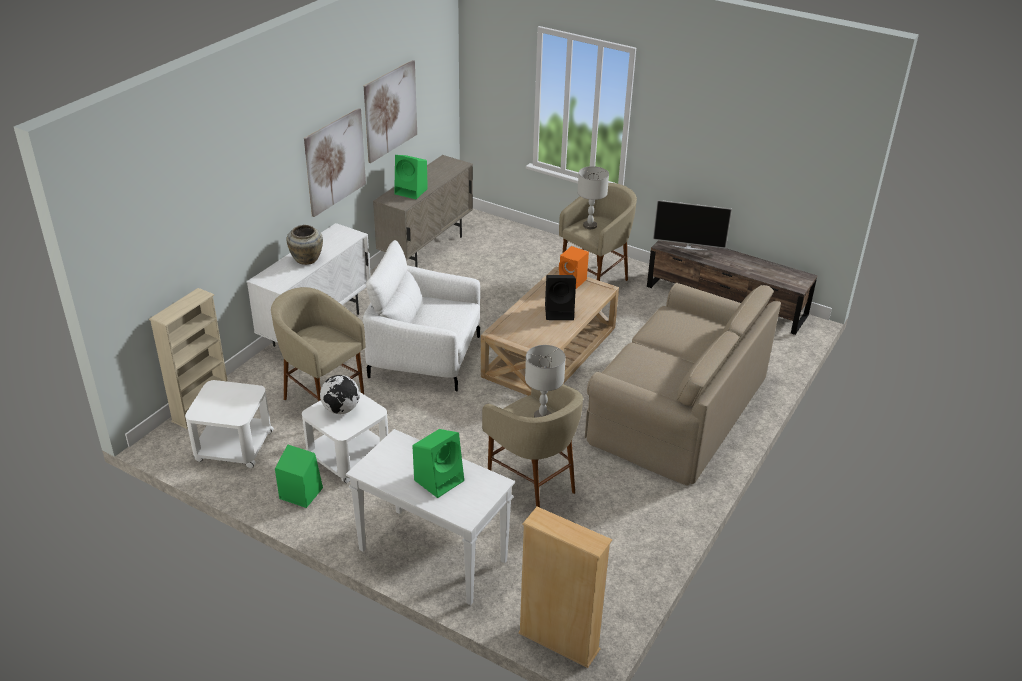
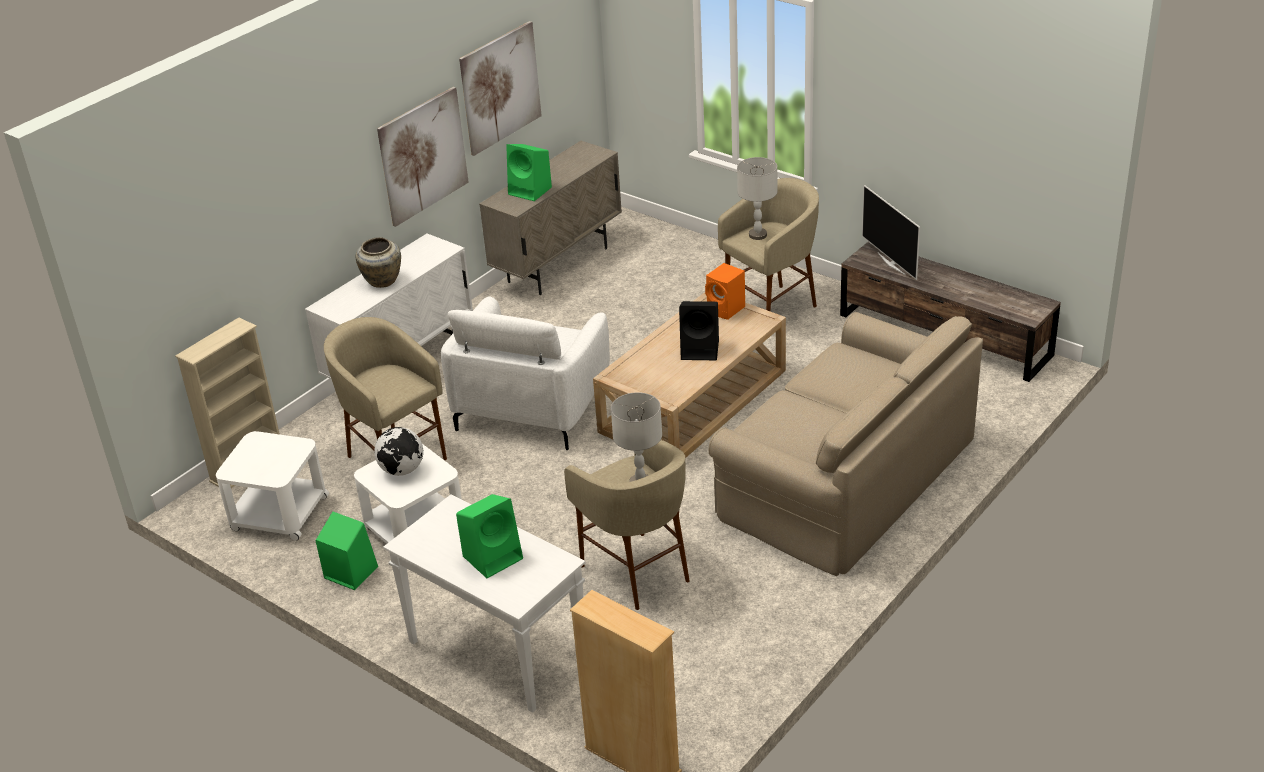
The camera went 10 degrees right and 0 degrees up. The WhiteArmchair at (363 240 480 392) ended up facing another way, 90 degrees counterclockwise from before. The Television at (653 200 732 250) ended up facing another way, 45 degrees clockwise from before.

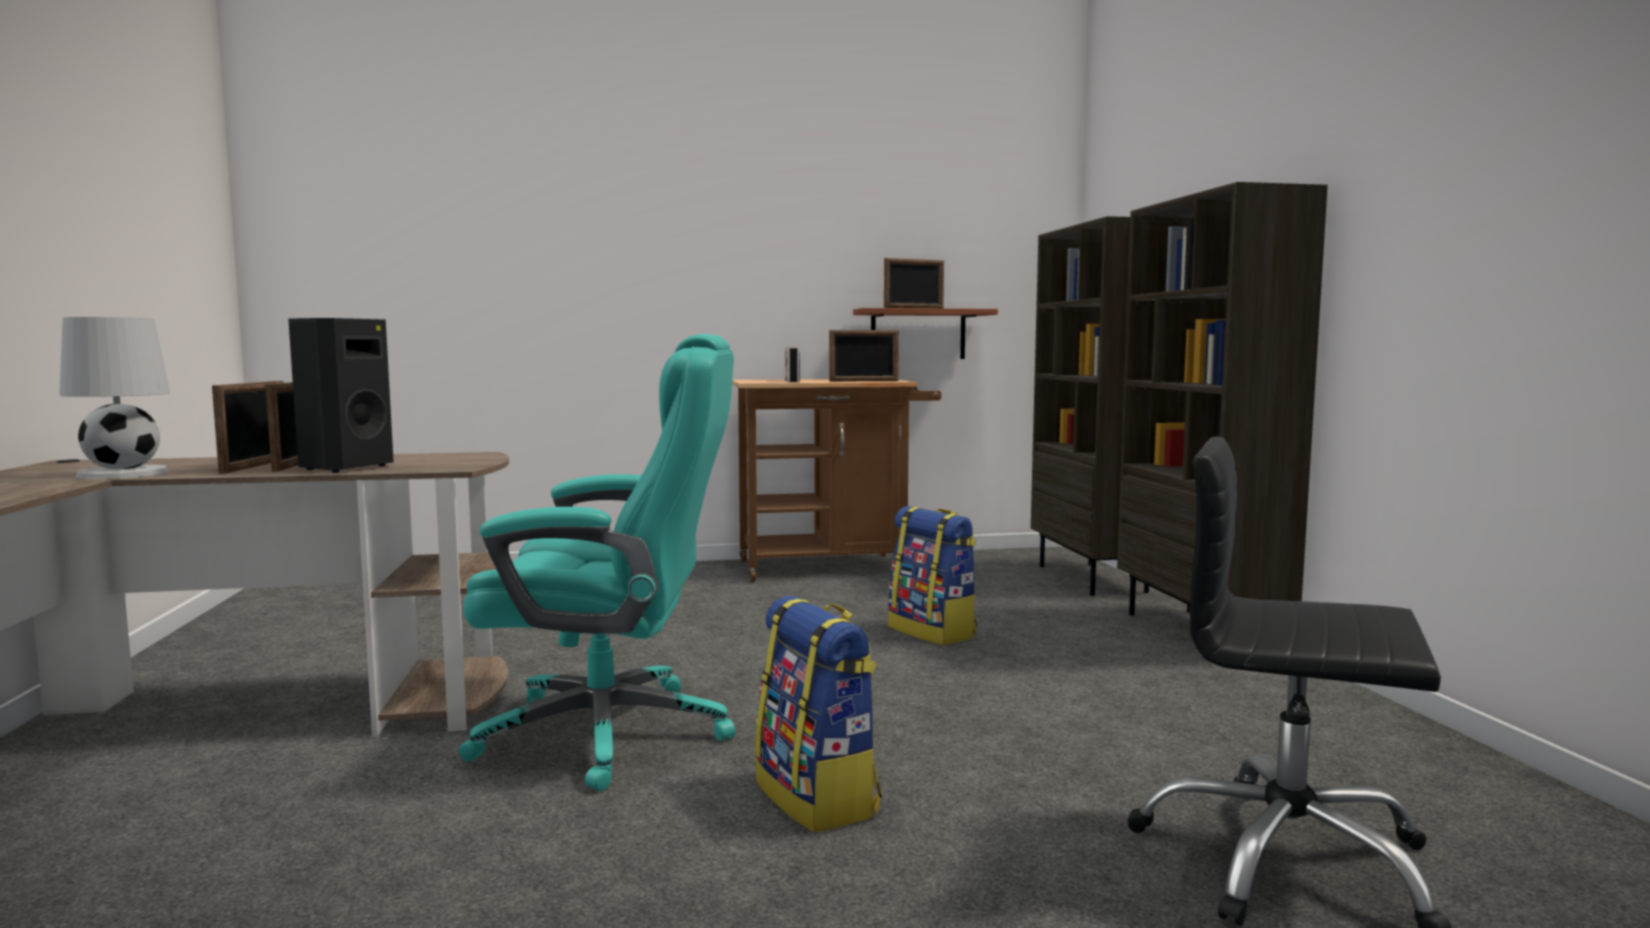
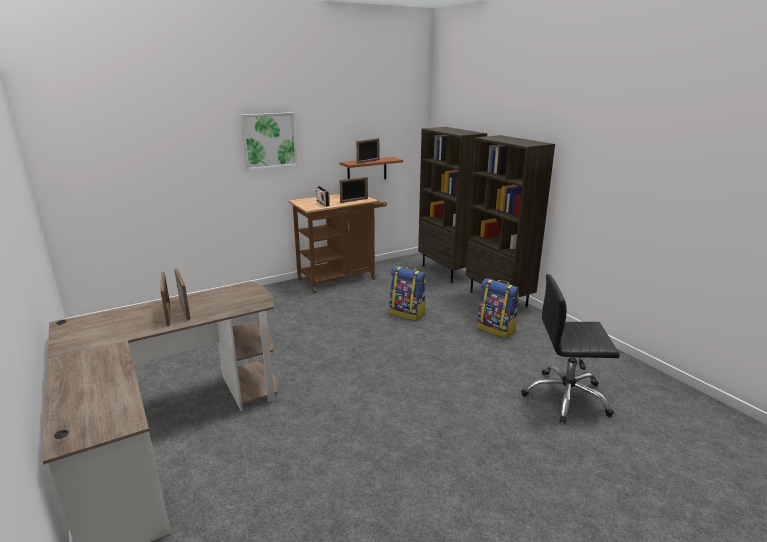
The camera went 20 degrees left and 15 degrees up. The second view gained the Picture at (241 112 297 170). The Backpack ended up elsewhere, having gone from (755 596 882 833) to (477 278 519 338). The second view lost the WhiteTableLamp at (59 317 170 479). The second view lost the BlackSpeaker at (288 318 394 473). The second view lost the TurquoiseOfficeChair at (458 334 735 791).

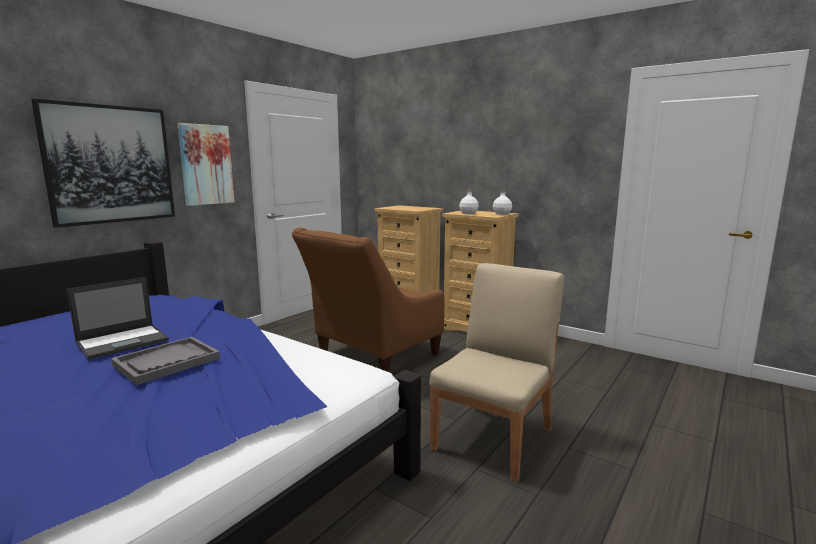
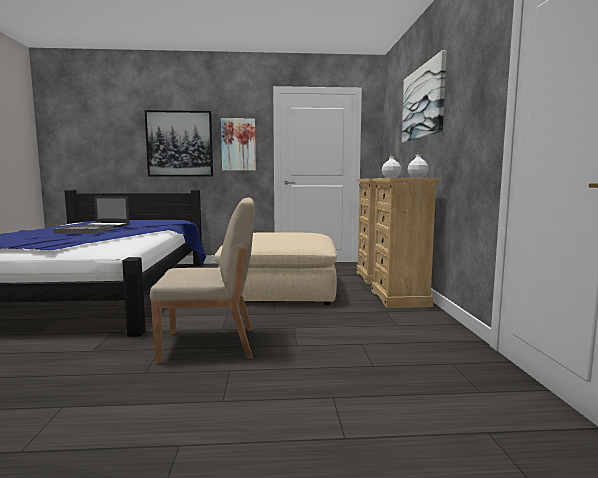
The camera went 50 degrees right and 5 degrees down. Where the BrownArmchair stood at (292 228 444 372), the BeigeOttoman came to stand at (214 232 337 305). The second view gained the Picture at (402 50 447 143).

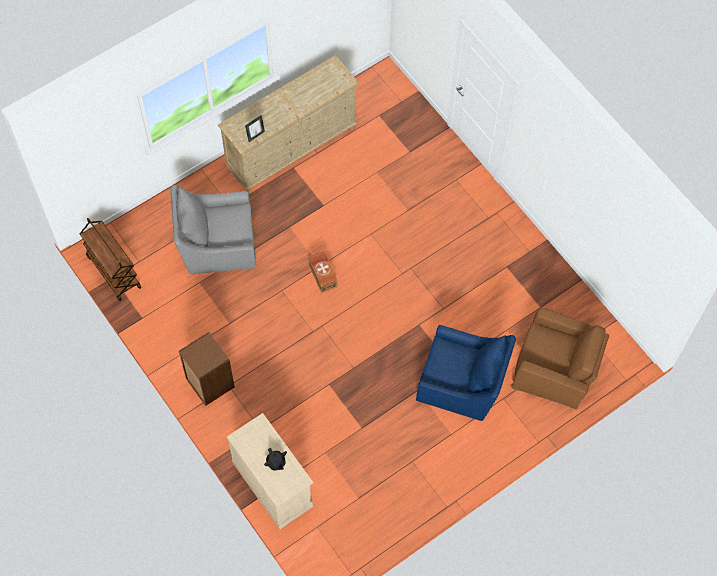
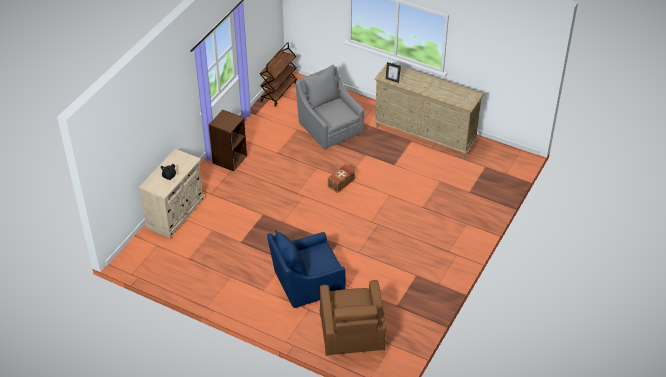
The camera went 65 degrees right and 20 degrees down. The BlueArmchair at (416 325 516 421) ended up facing another way, 75 degrees clockwise from before.

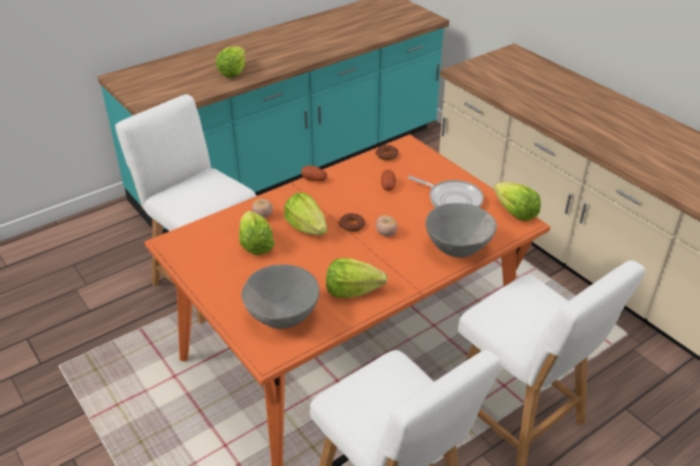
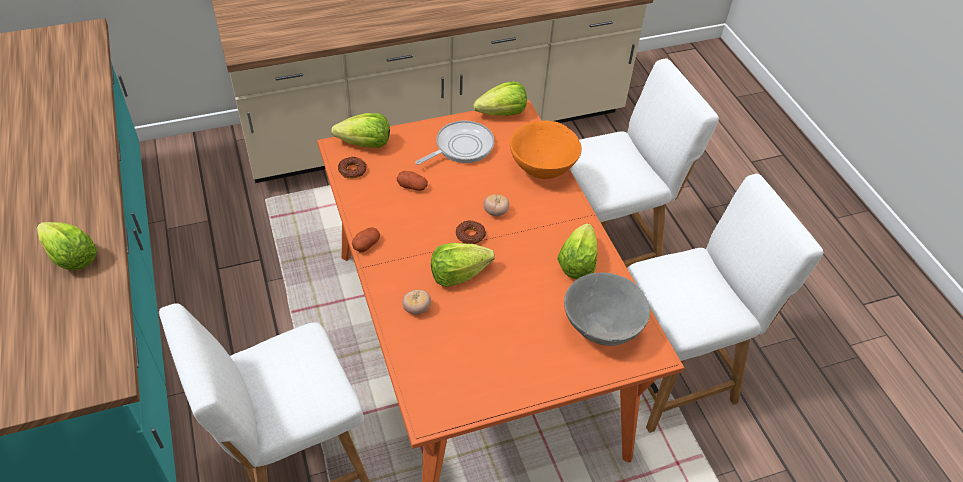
The camera went 75 degrees left and 10 degrees up. The Lettuce ended up elsewhere, having gone from (239 211 274 255) to (331 113 390 148). What was the GreyBowl at (425 203 497 258) turned into the OrangeBowl at (510 121 582 179).

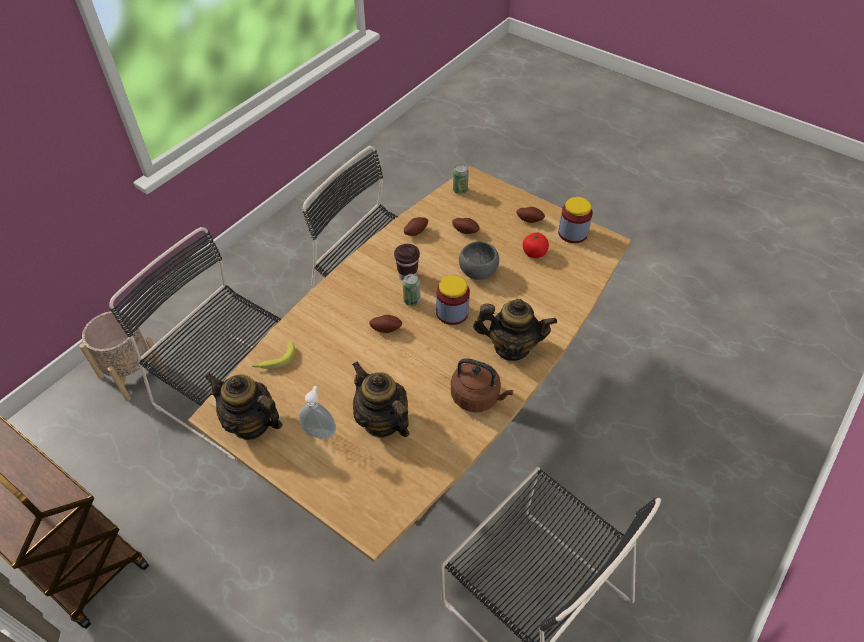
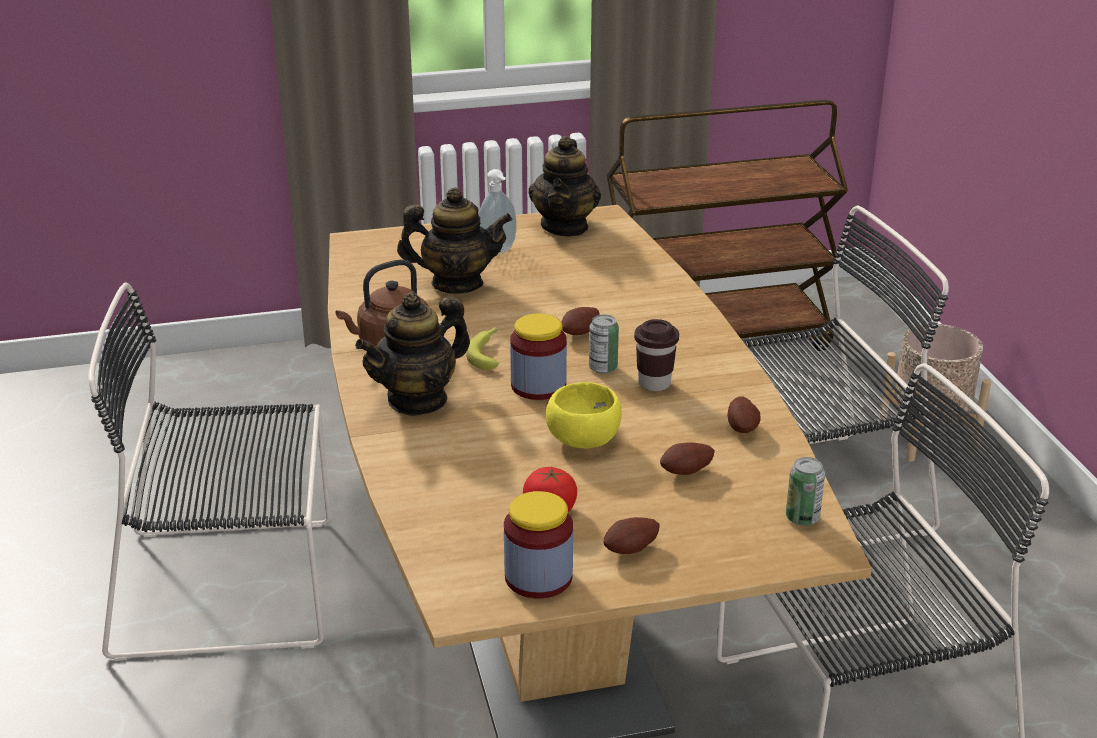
The camera went 130 degrees right and 20 degrees down. The Banana ended up elsewhere, having gone from (252 342 296 369) to (466 327 499 370). The Teapot at (205 373 283 440) ended up facing another way, 120 degrees clockwise from before. What was the GreyBowl at (459 241 499 280) turned into the YellowBowl at (546 382 622 449).

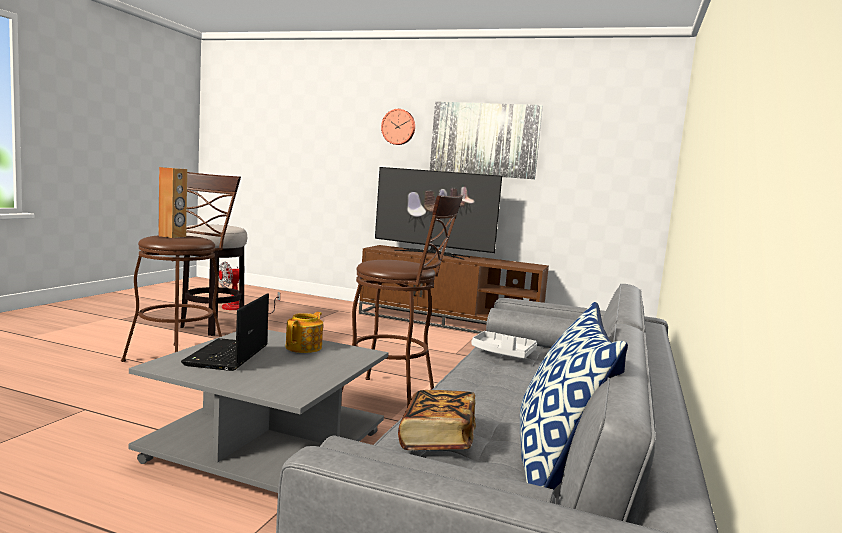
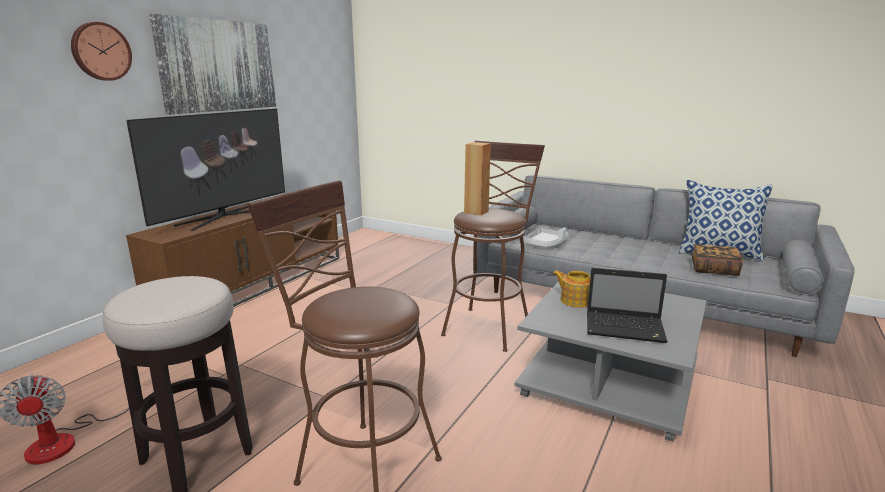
The camera went 80 degrees left and 10 degrees up. The BrownSpeaker ended up elsewhere, having gone from (158 167 187 238) to (464 142 491 216).

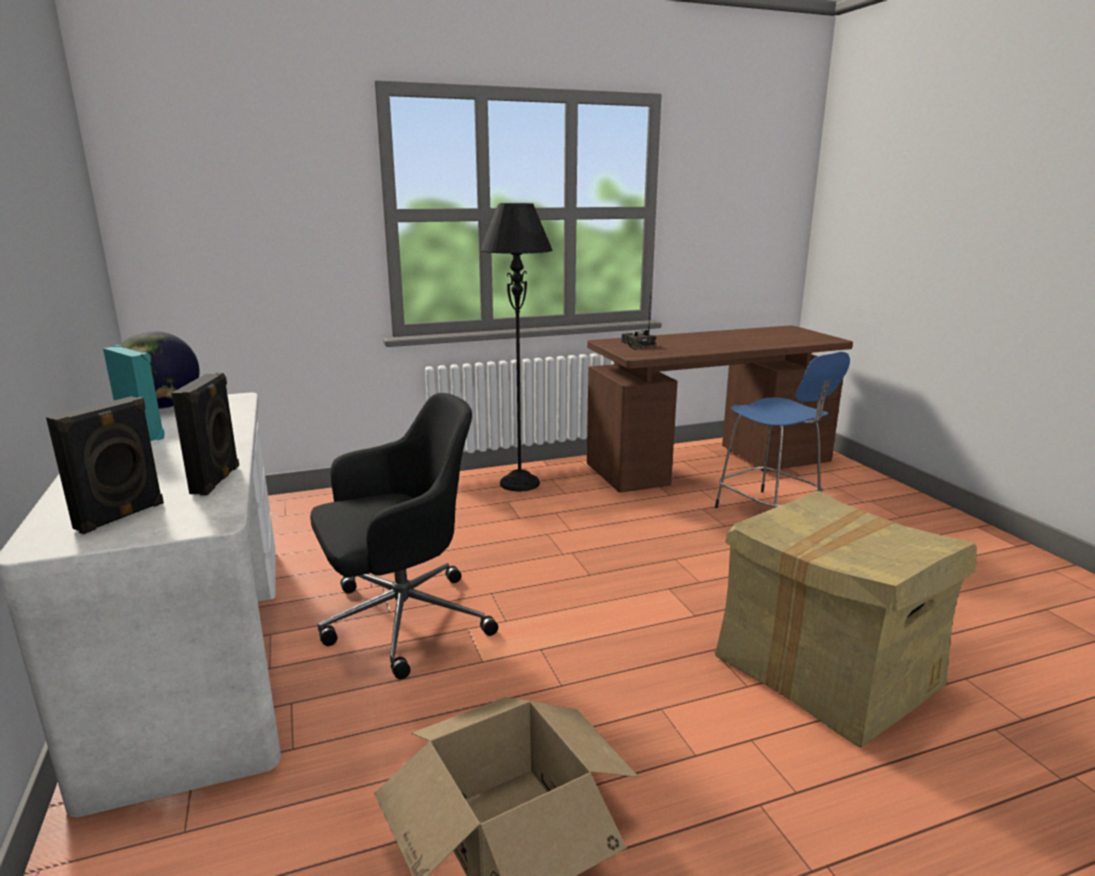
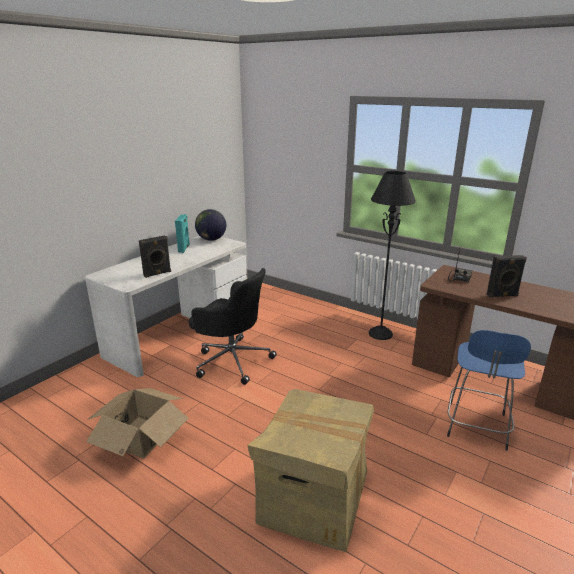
The camera went 55 degrees right and 5 degrees up. The BlackSpeaker ended up elsewhere, having gone from (46 396 164 534) to (487 255 527 297).

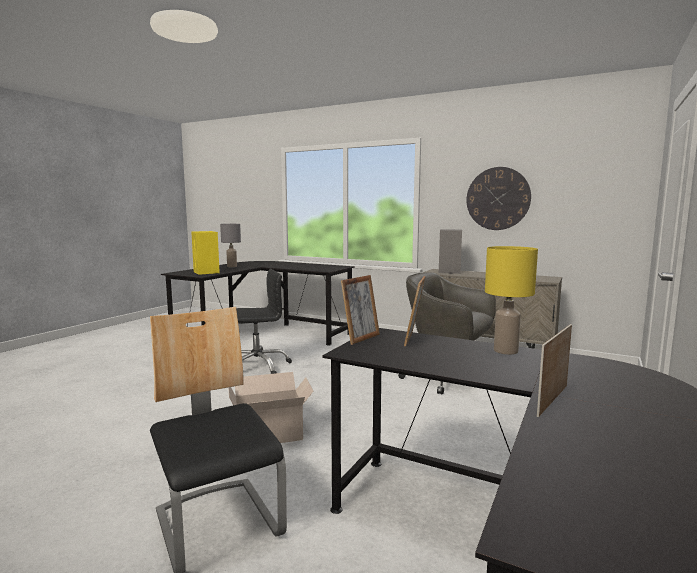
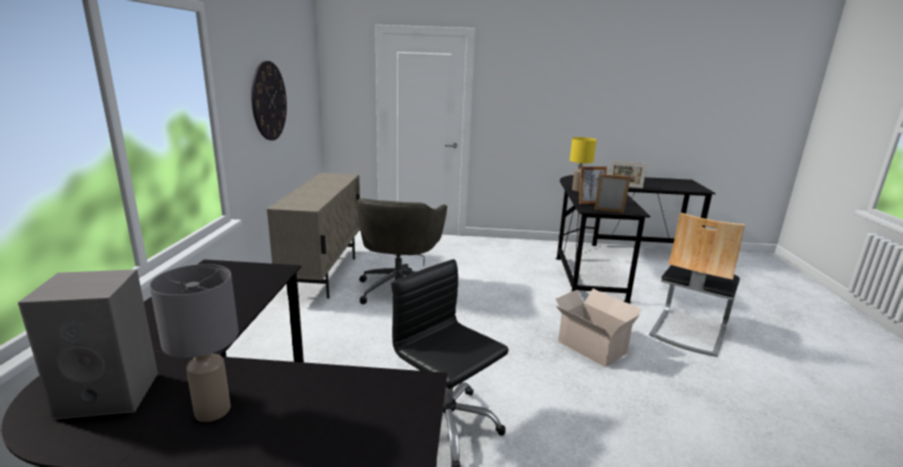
The camera went 115 degrees left and 10 degrees up. The GreySpeaker ended up elsewhere, having gone from (439 229 462 274) to (18 269 158 420). The second view lost the YellowSpeaker at (191 231 220 275).

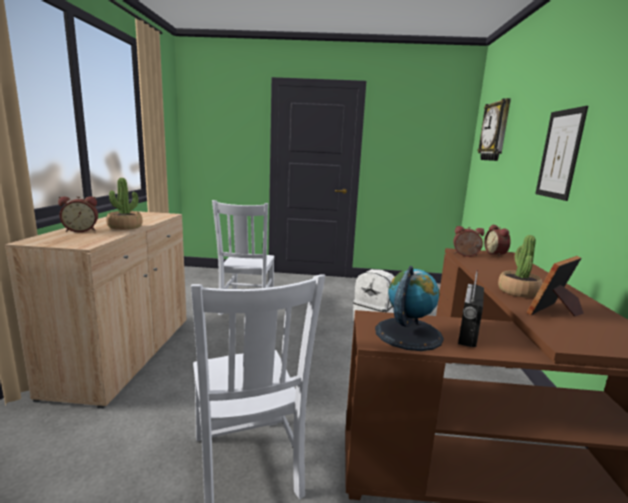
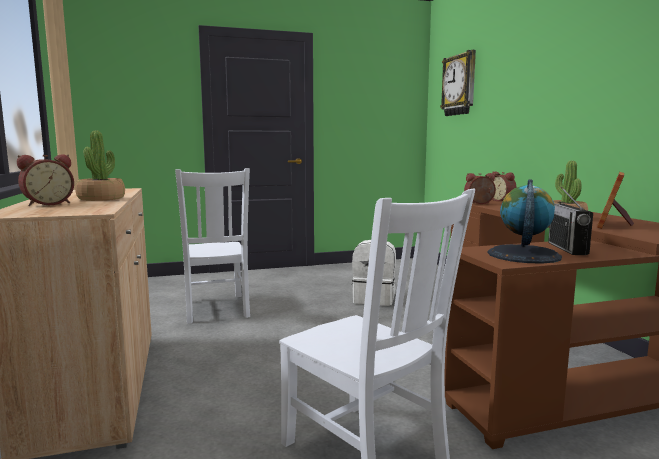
The camera went 20 degrees left and 5 degrees down. The second view lost the Picture at (535 106 588 201).

